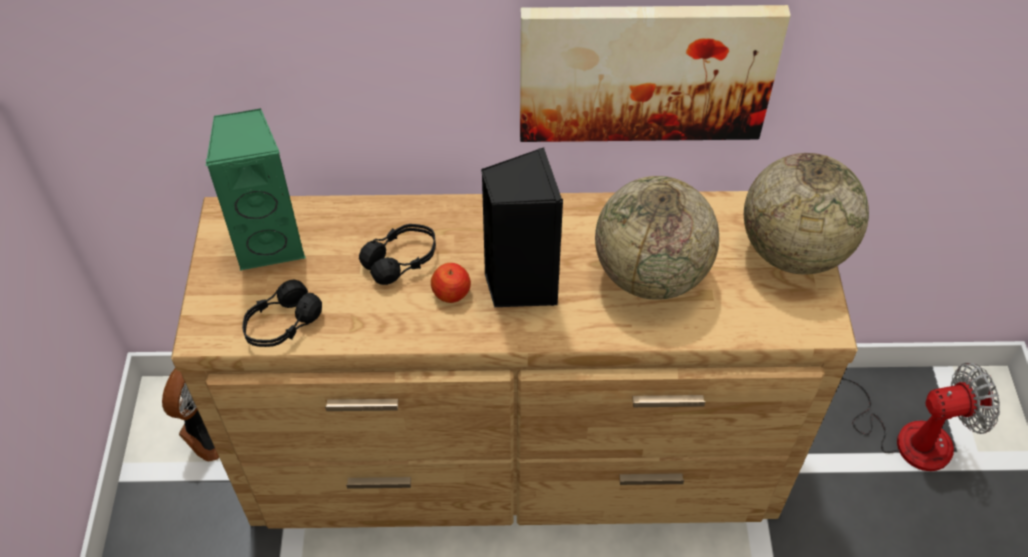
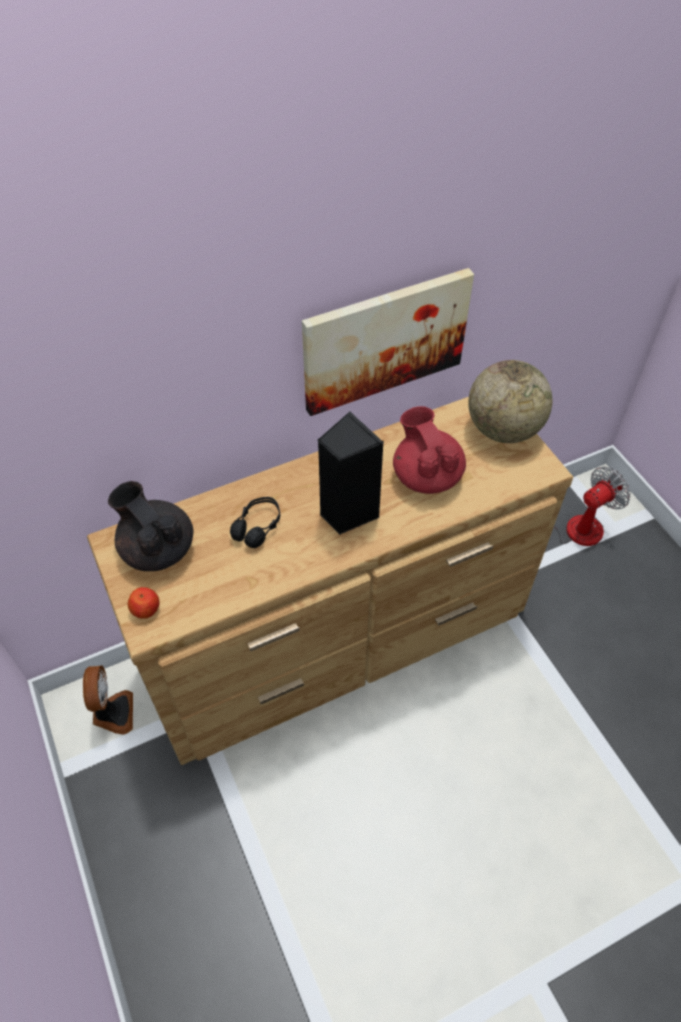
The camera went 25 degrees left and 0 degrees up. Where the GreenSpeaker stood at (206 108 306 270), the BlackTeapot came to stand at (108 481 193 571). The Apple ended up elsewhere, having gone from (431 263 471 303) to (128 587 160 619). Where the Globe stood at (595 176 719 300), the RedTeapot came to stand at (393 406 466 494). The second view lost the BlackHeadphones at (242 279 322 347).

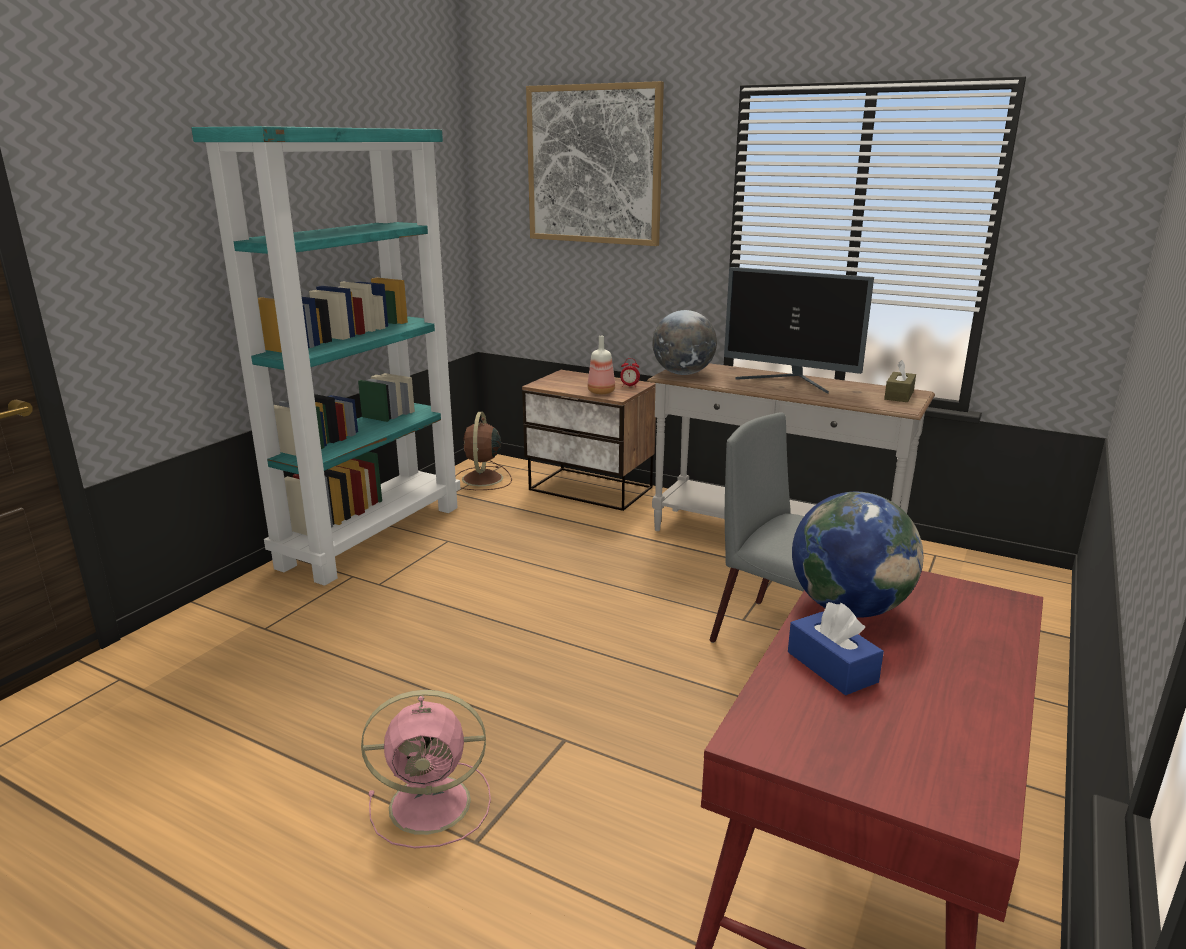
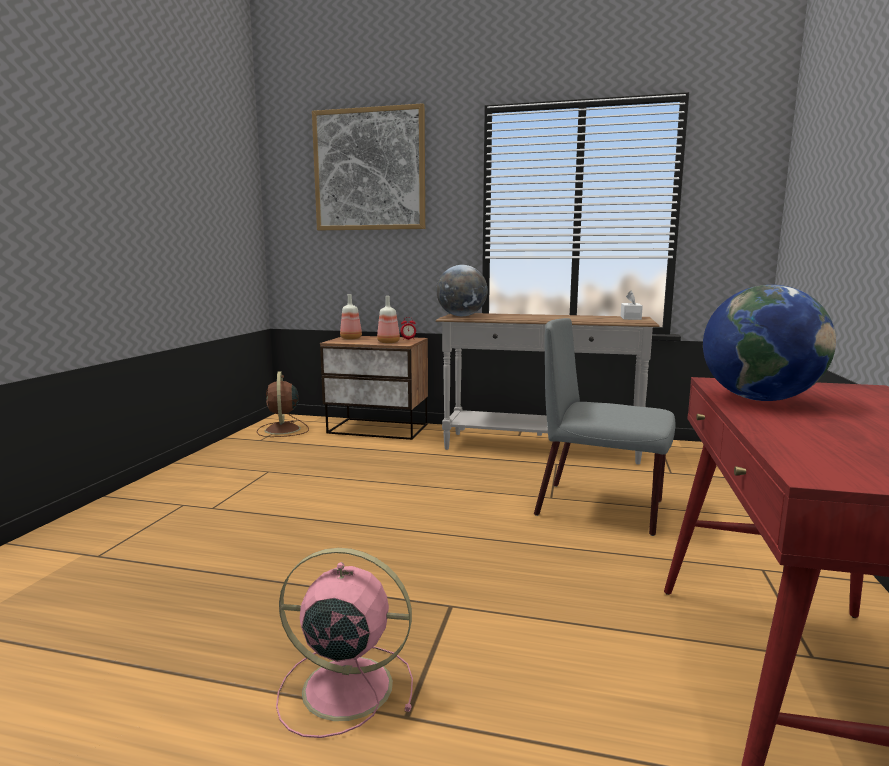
The camera went 15 degrees left and 10 degrees down. The PinkFan at (361 690 491 848) ended up facing another way, 150 degrees counterclockwise from before. The second view gained the Bottle at (340 294 362 340). What was the BrownTissueBox at (884 360 916 402) turned into the WhiteTissueBox at (621 291 643 320). The second view lost the TurquoiseBookcase at (191 126 461 586). The second view lost the Monitor at (724 267 874 394). The second view lost the BlueTissueBox at (788 602 884 695).

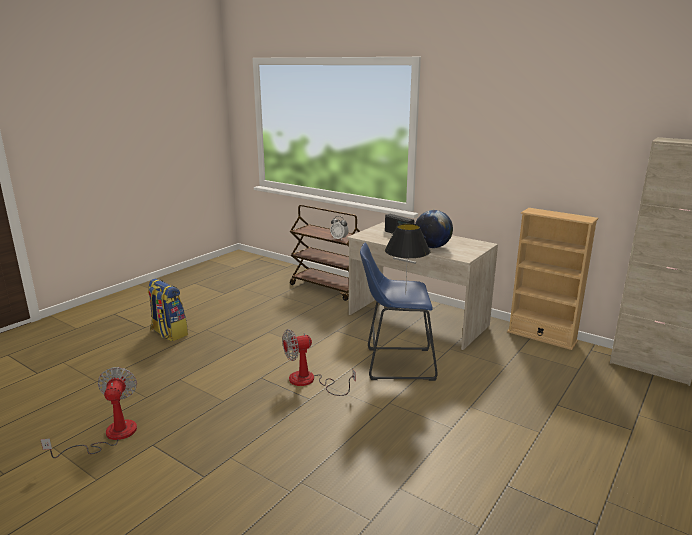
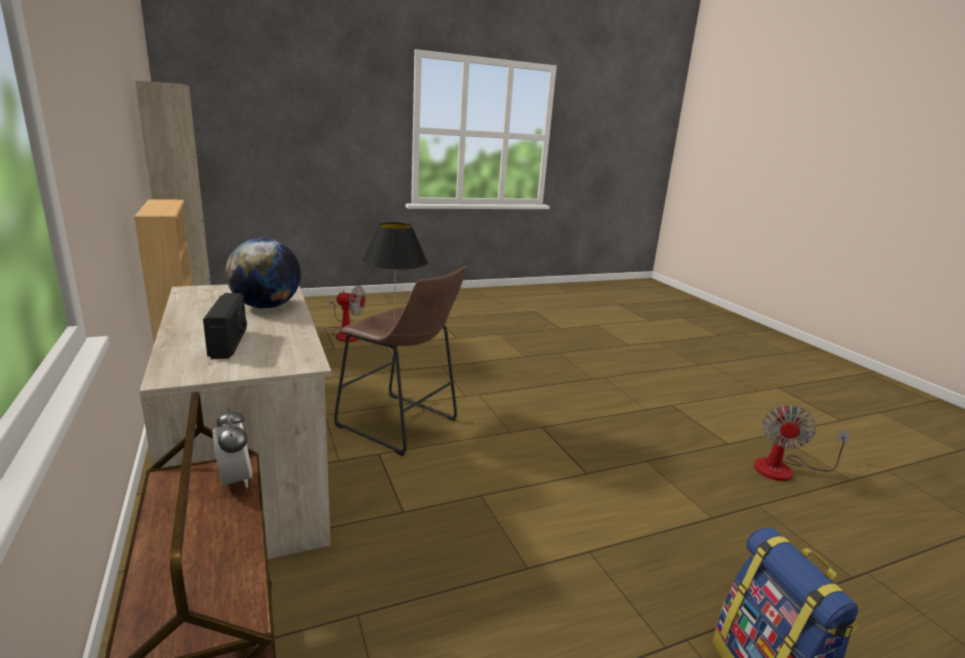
The camera went 150 degrees left and 0 degrees up. The Fan ended up elsewhere, having gone from (282 329 356 396) to (328 285 366 342). What was the BlueStool at (360 242 438 381) turned into the BrownStool at (334 266 466 456).

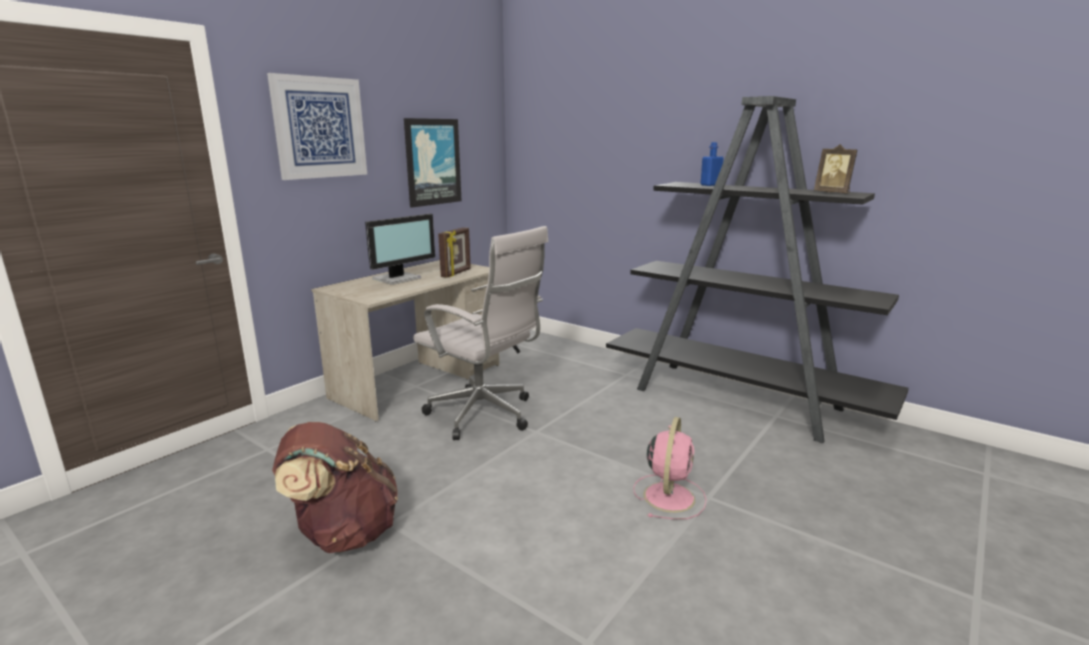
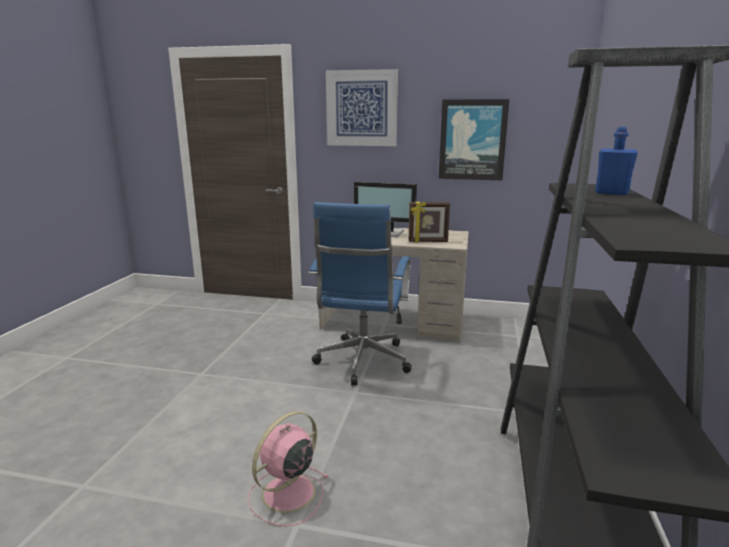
The camera went 65 degrees right and 0 degrees up. The PinkFan at (633 417 707 519) ended up facing another way, 135 degrees clockwise from before. What was the WhiteOfficeChair at (413 226 549 440) turned into the BlueOfficeChair at (309 202 412 386). The second view lost the BrownBackpack at (272 422 398 553). The second view lost the PictureFrame at (814 144 857 193).

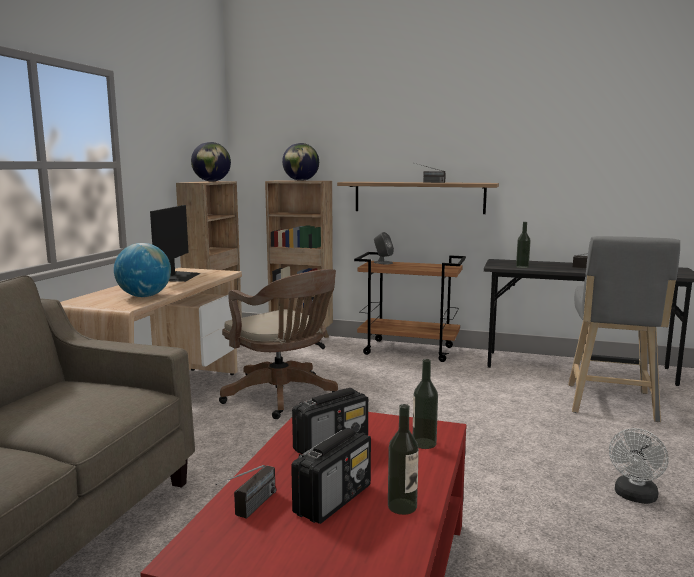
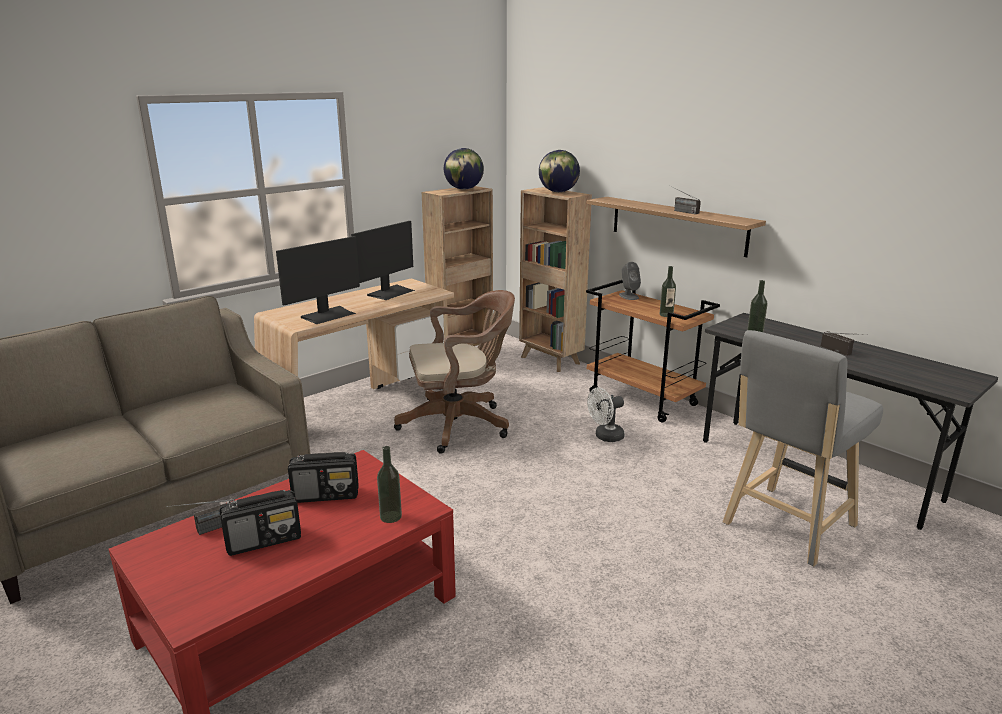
The camera went 30 degrees right and 10 degrees up. Where the Globe stood at (114 243 171 297), the Monitor came to stand at (276 236 360 324). The BrownOfficeChair at (219 269 338 419) ended up facing another way, 90 degrees counterclockwise from before. The WhiteFan ended up elsewhere, having gone from (609 428 669 504) to (587 387 625 442). The Bottle ended up elsewhere, having gone from (388 404 419 515) to (660 266 676 317).

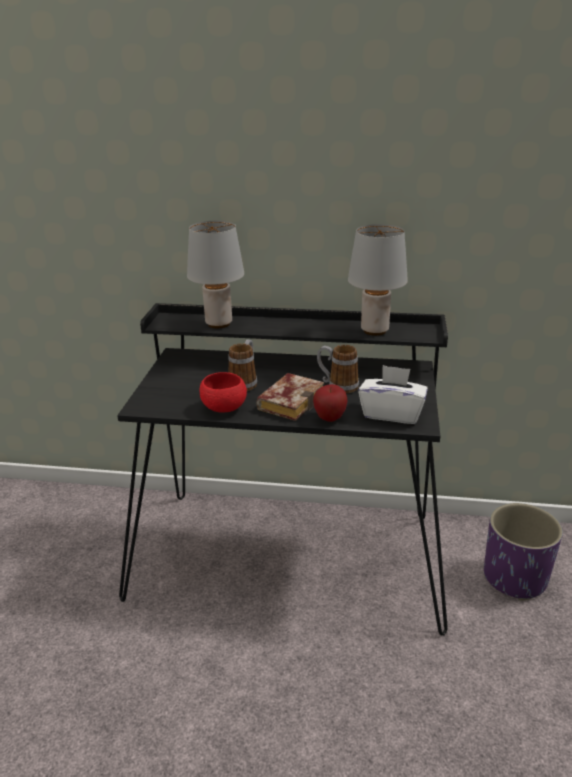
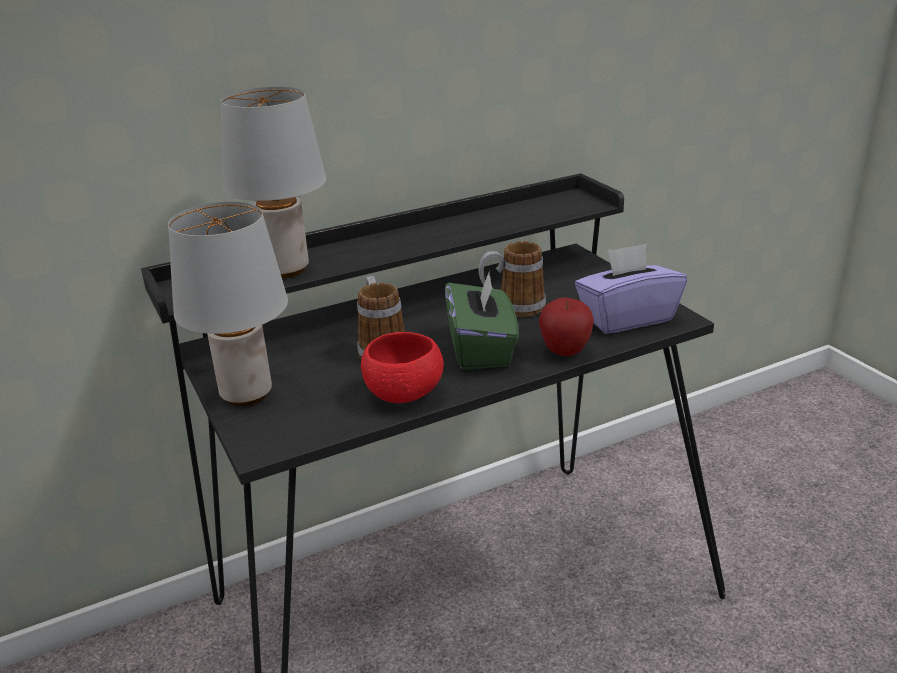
The camera went 35 degrees left and 0 degrees up. The GreyTableLamp ended up elsewhere, having gone from (348 224 408 336) to (168 202 288 406). Where the Book stood at (256 373 324 421), the GreenTissueBox came to stand at (445 270 519 370). What was the WhiteTissueBox at (358 365 428 424) turned into the PurpleTissueBox at (575 244 687 334). The second view lost the PurplePlanter at (484 503 563 601).

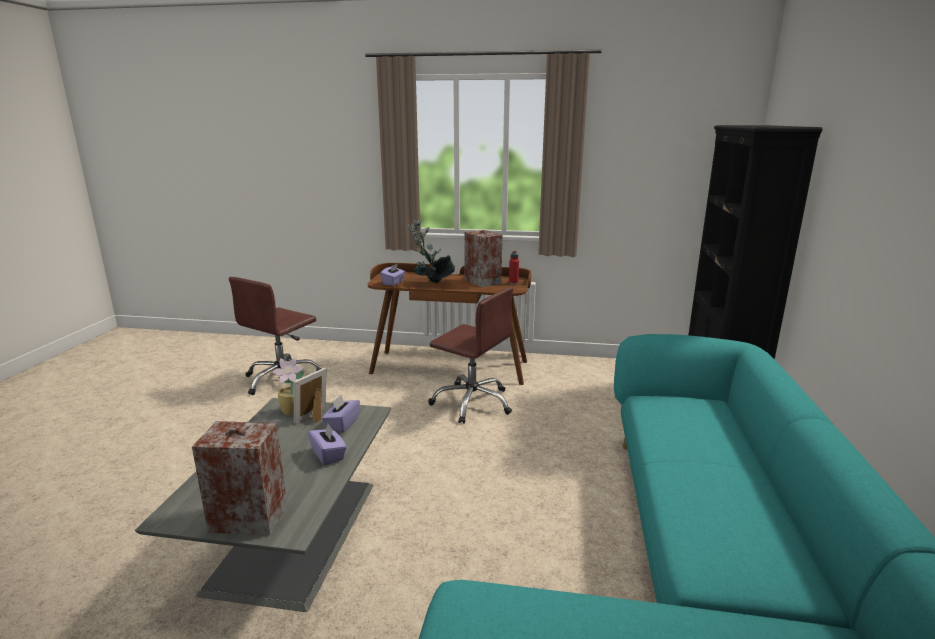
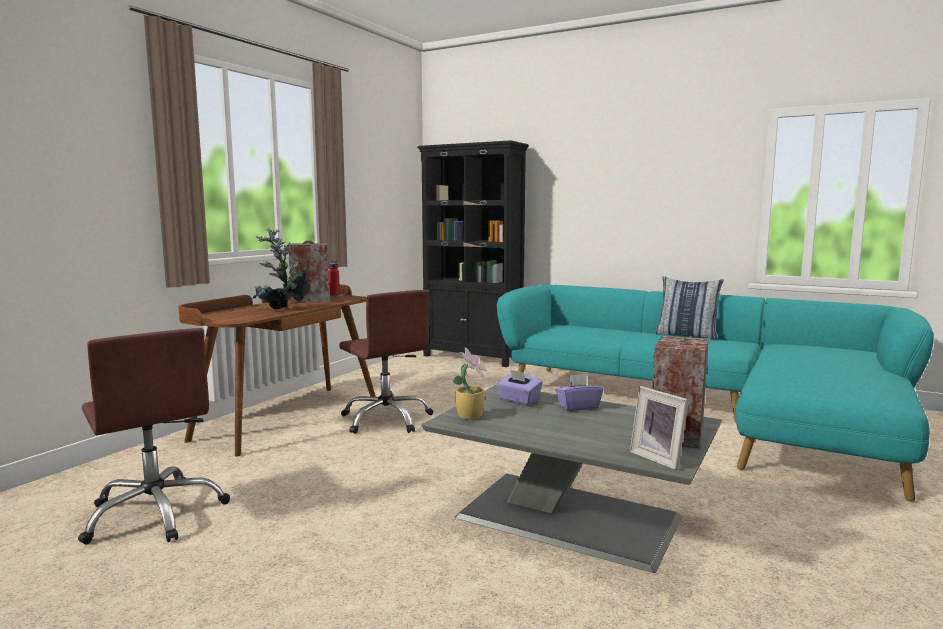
The camera went 70 degrees left and 10 degrees down. The BrownOfficeChair at (428 287 513 424) ended up facing another way, 90 degrees clockwise from before. The PictureFrame ended up elsewhere, having gone from (294 368 327 424) to (630 386 689 470). The second view gained the Pillow at (656 277 724 340). The second view lost the PurpleTissueBox at (380 264 406 286).

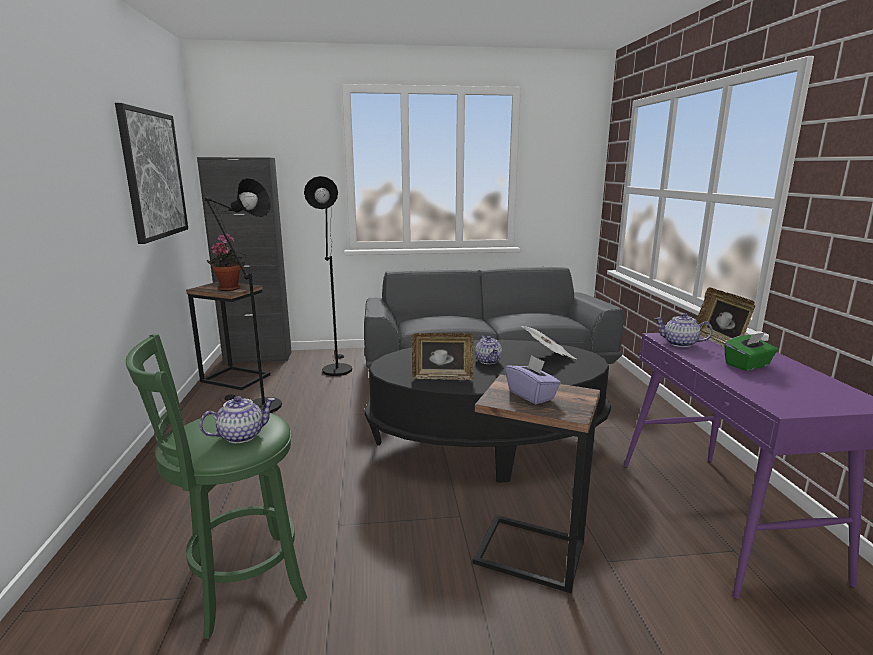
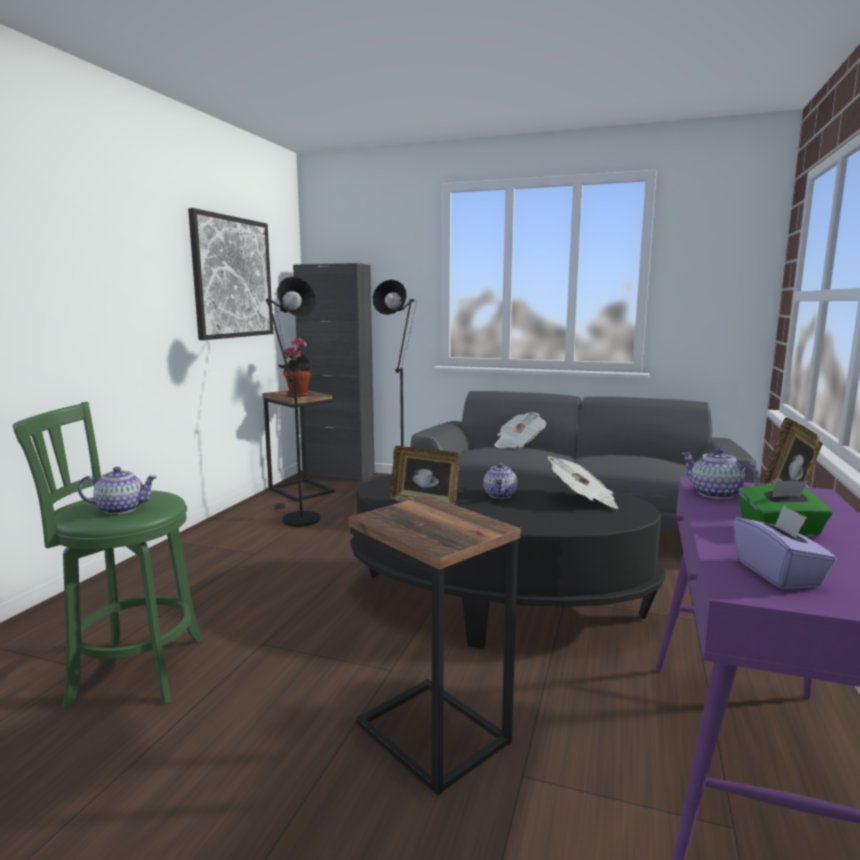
The camera went 25 degrees right and 5 degrees down. The second view gained the Newspaper at (494 412 546 448). The PurpleTissueBox ended up elsewhere, having gone from (505 355 561 404) to (733 505 837 589).

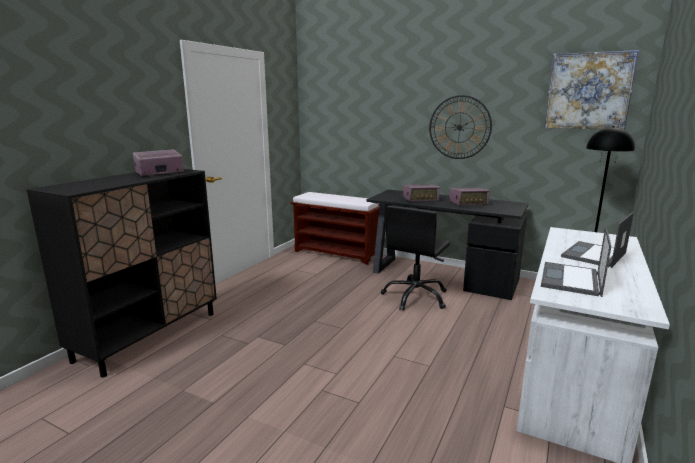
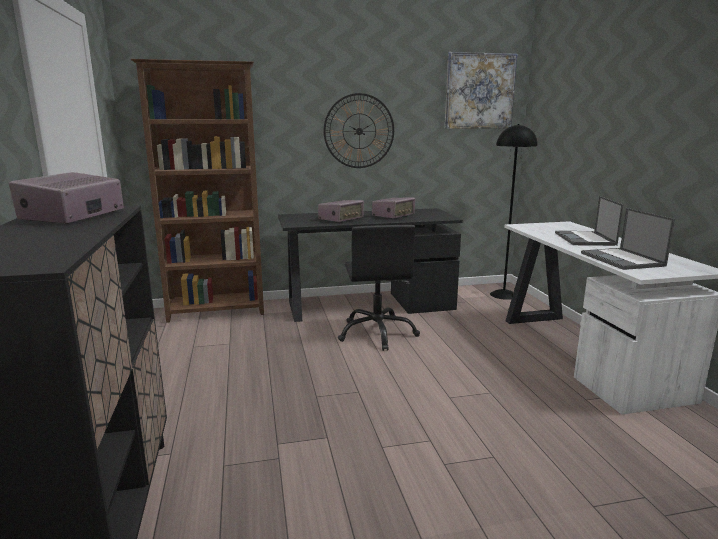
The camera went 40 degrees left and 0 degrees up. Where the BrownBench stood at (290 192 380 265), the BrownBookcase came to stand at (131 59 264 323).

